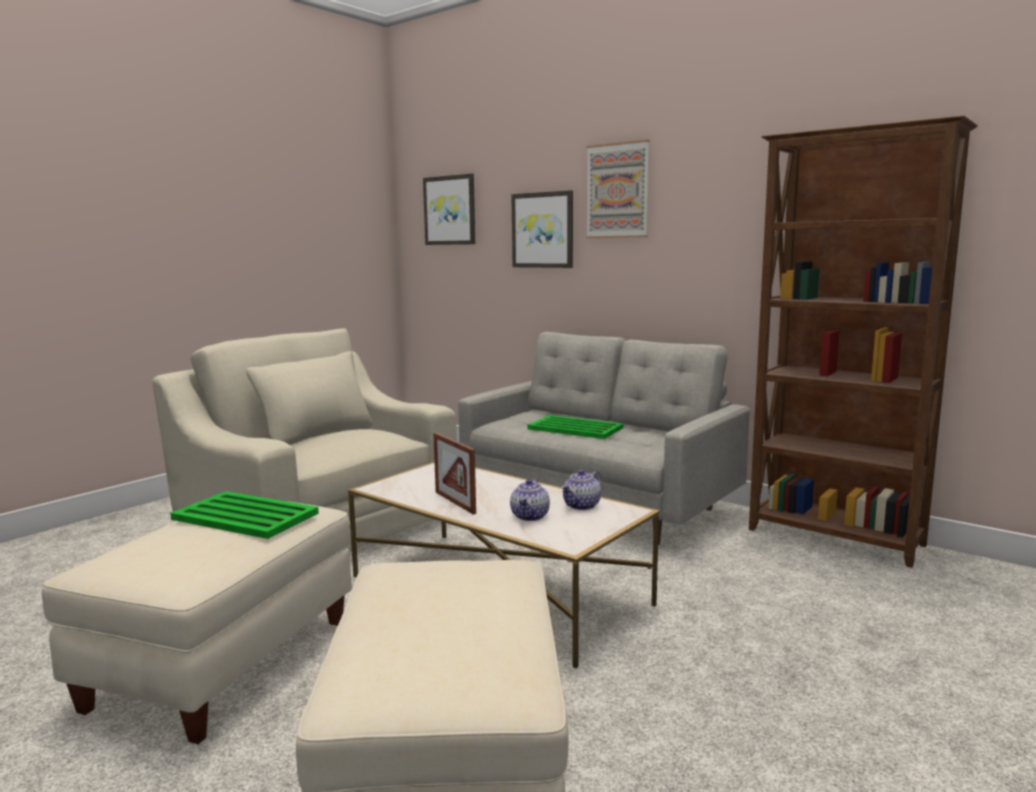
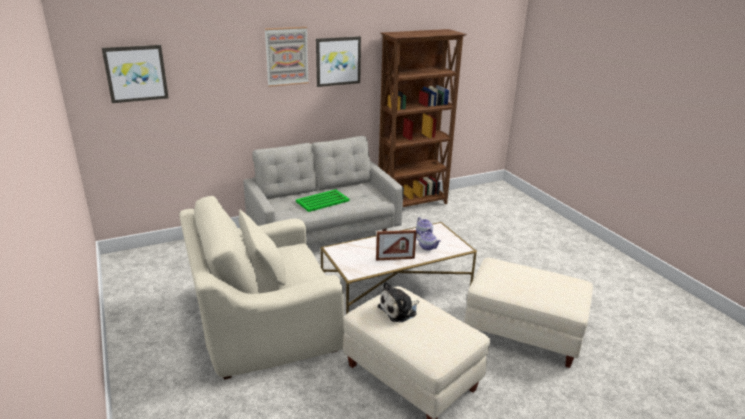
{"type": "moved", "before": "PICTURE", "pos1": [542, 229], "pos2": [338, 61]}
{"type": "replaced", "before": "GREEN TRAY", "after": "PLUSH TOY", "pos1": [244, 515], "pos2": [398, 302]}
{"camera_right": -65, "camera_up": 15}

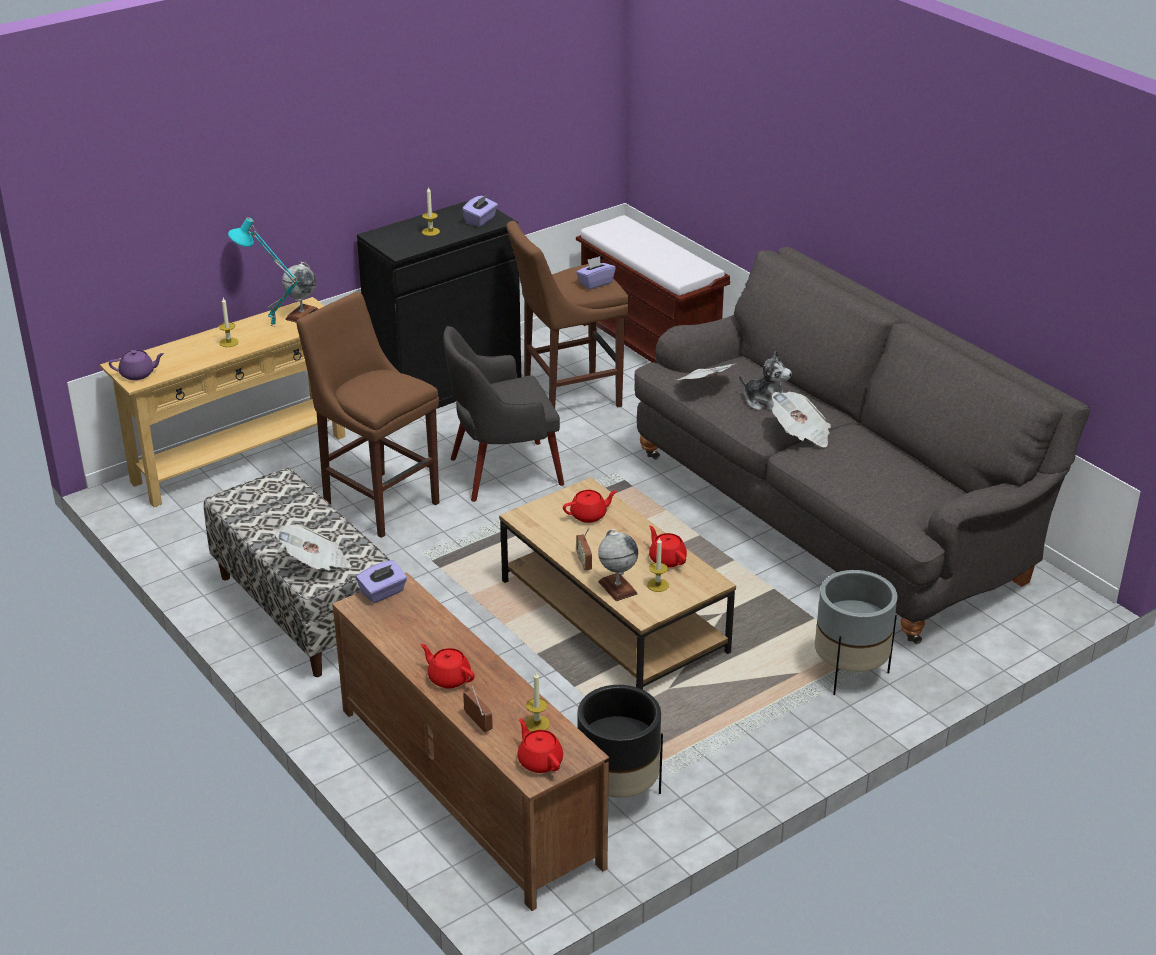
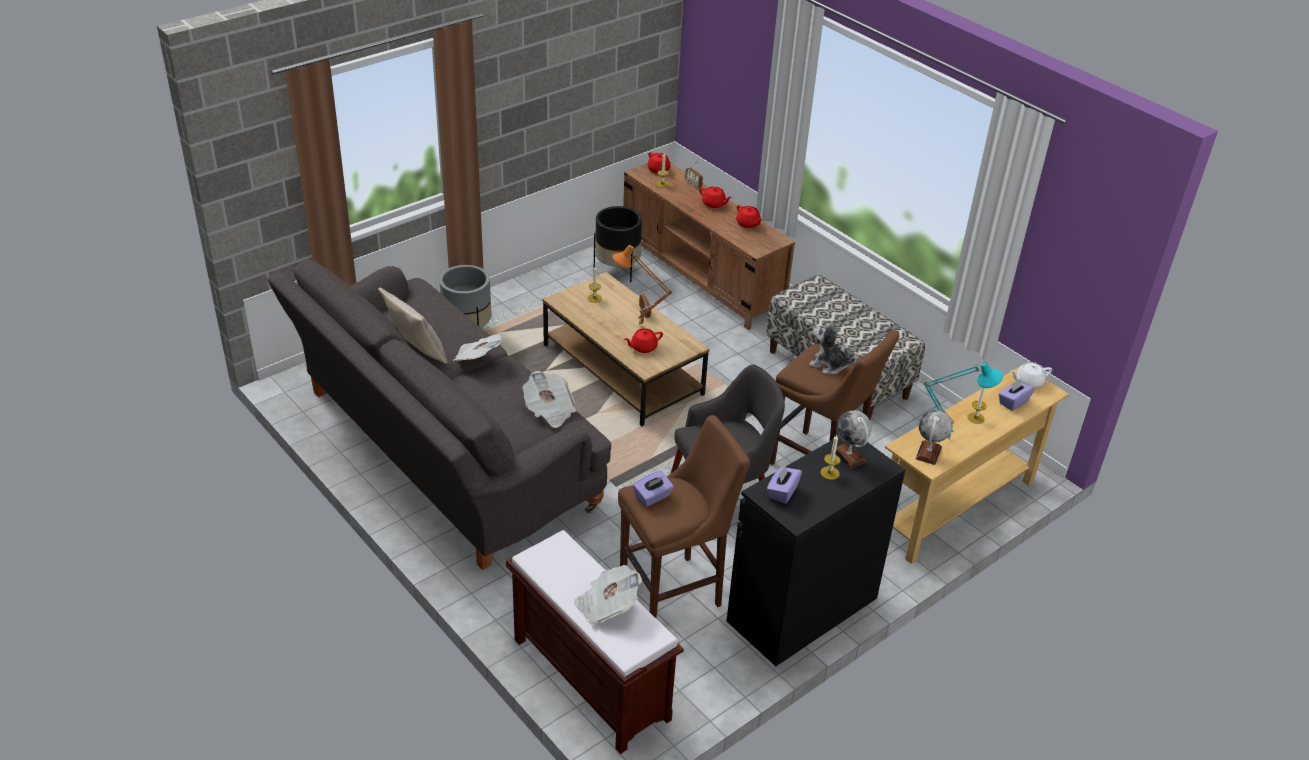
{"type": "recoloured", "before": "PURPLE TEAPOT", "after": "WHITE TEAPOT", "pos1": [137, 365], "pos2": [1031, 375]}
{"type": "moved", "before": "PLUSH TOY", "pos1": [765, 381], "pos2": [832, 348]}
{"type": "moved", "before": "NEWSPAPER", "pos1": [313, 548], "pos2": [608, 595]}
{"type": "moved", "before": "RED TEAPOT", "pos1": [668, 546], "pos2": [749, 216]}
{"type": "moved", "before": "GLOBE", "pos1": [618, 565], "pos2": [851, 440]}
{"type": "moved", "before": "PURPLE TISSUE BOX", "pos1": [381, 581], "pos2": [1016, 395]}
{"type": "added", "after": "ORANGE TABLE LAMP", "pos2": [642, 285]}
{"type": "added", "after": "BEIGE PILLOW", "pos2": [413, 325]}
{"camera_right": 175, "camera_up": 5}

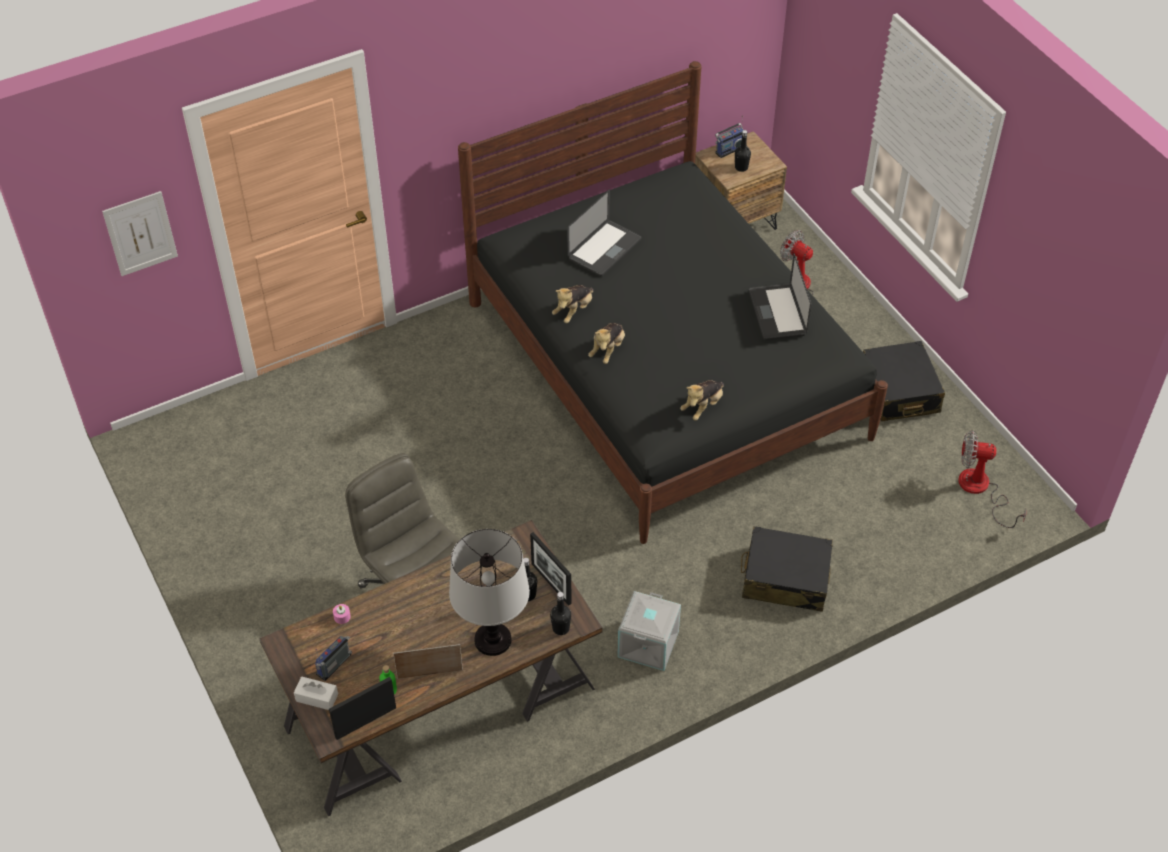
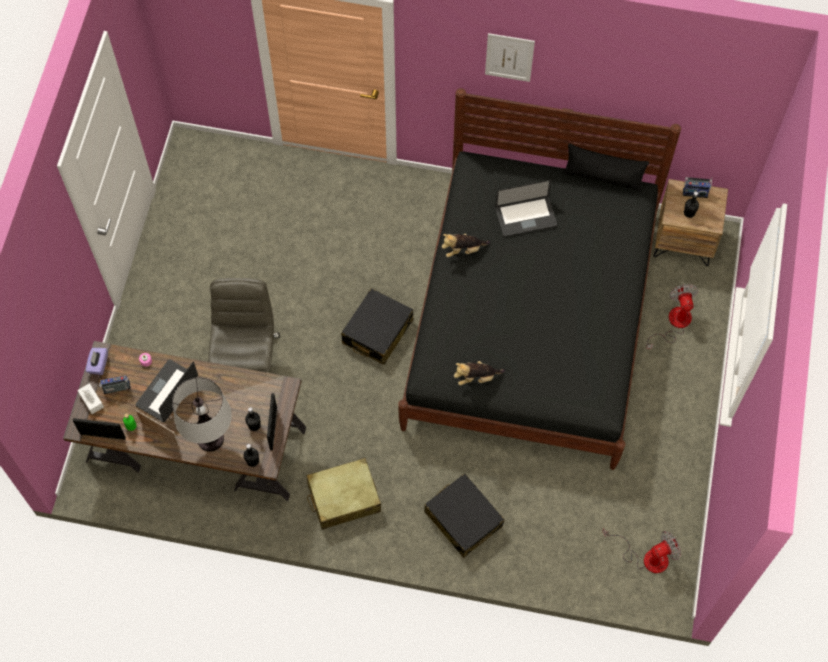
{"type": "moved", "before": "PICTURE", "pos1": [140, 233], "pos2": [510, 57]}
{"type": "moved", "before": "LAPTOP", "pos1": [780, 297], "pos2": [167, 390]}
{"type": "removed", "before": "PLUSH TOY", "pos1": [606, 343]}
{"type": "moved", "before": "BLACK SUITCASE", "pos1": [904, 381], "pos2": [377, 326]}
{"type": "turned", "before": "FAN", "pos1": [992, 479], "pos2": [642, 550], "turn": 105}
{"type": "replaced", "before": "GREY STORAGE BOX", "after": "BEIGE SUITCASE", "pos1": [649, 631], "pos2": [344, 494]}
{"type": "added", "after": "BLACK PILLOW", "pos2": [605, 168]}
{"type": "added", "after": "PURPLE TISSUE BOX", "pos2": [97, 361]}
{"camera_right": 40, "camera_up": 15}

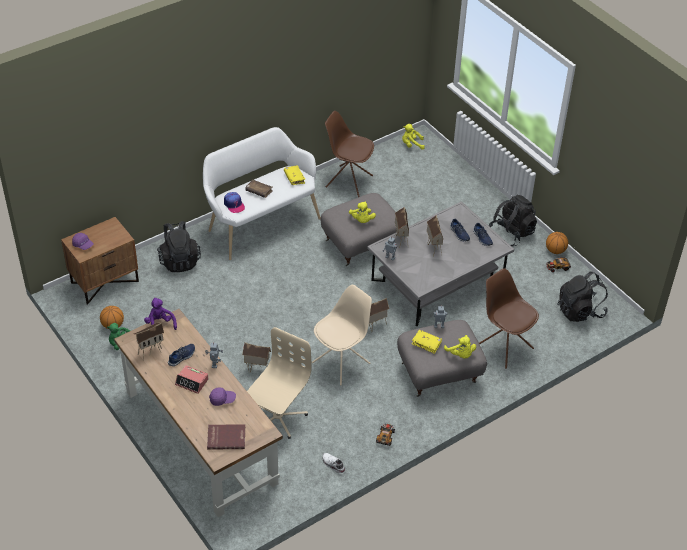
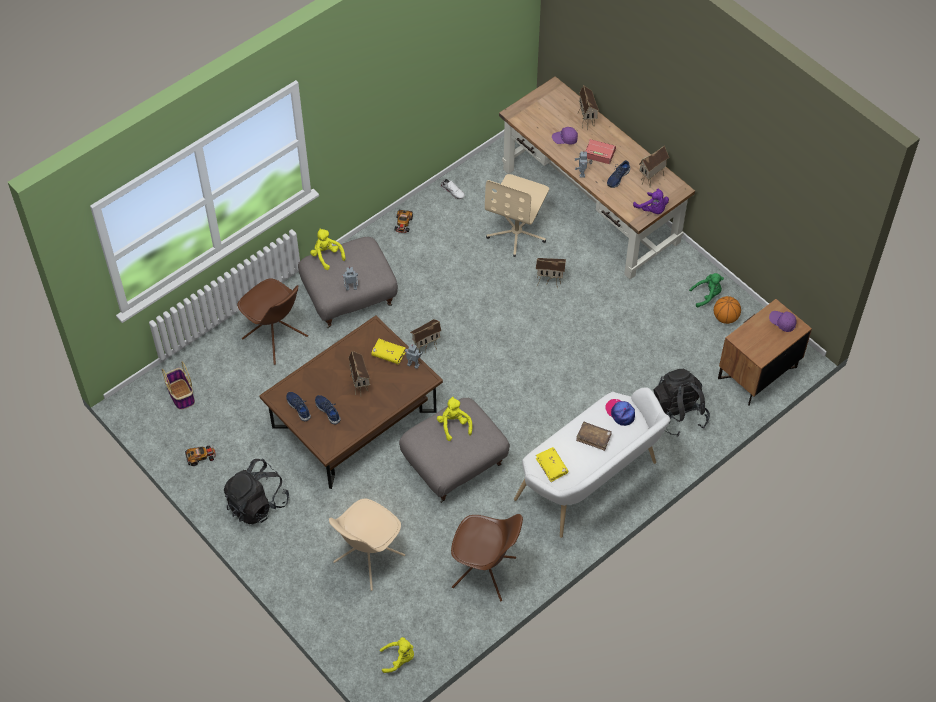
{"type": "recoloured", "before": "GREY COFFEE TABLE", "after": "BROWN COFFEE TABLE", "pos1": [440, 263], "pos2": [351, 402]}
{"type": "moved", "before": "TOY HOUSE", "pos1": [402, 227], "pos2": [588, 107]}
{"type": "removed", "before": "BASKETBALL", "pos1": [557, 243]}
{"type": "replaced", "before": "BLACK BACKPACK", "after": "BASKET", "pos1": [582, 297], "pos2": [178, 385]}
{"type": "moved", "before": "BEIGE CHAIR", "pos1": [342, 335], "pos2": [367, 545]}
{"type": "moved", "before": "YELLOW BOOK", "pos1": [427, 342], "pos2": [388, 351]}
{"type": "removed", "before": "RED BOOK", "pos1": [226, 437]}
{"camera_right": 175, "camera_up": 10}

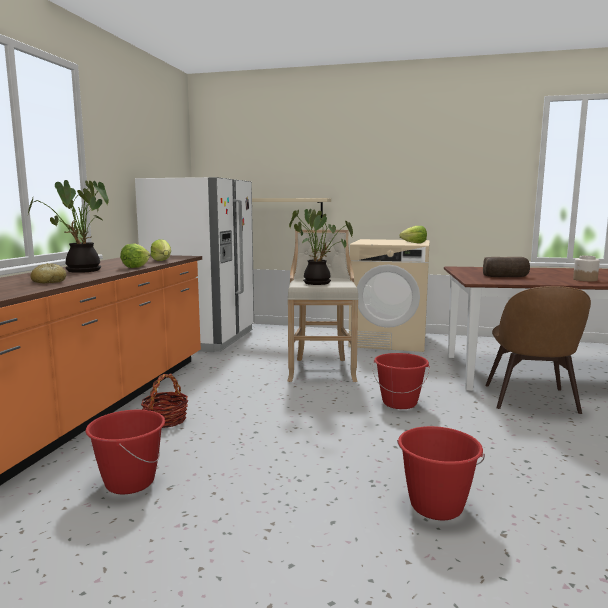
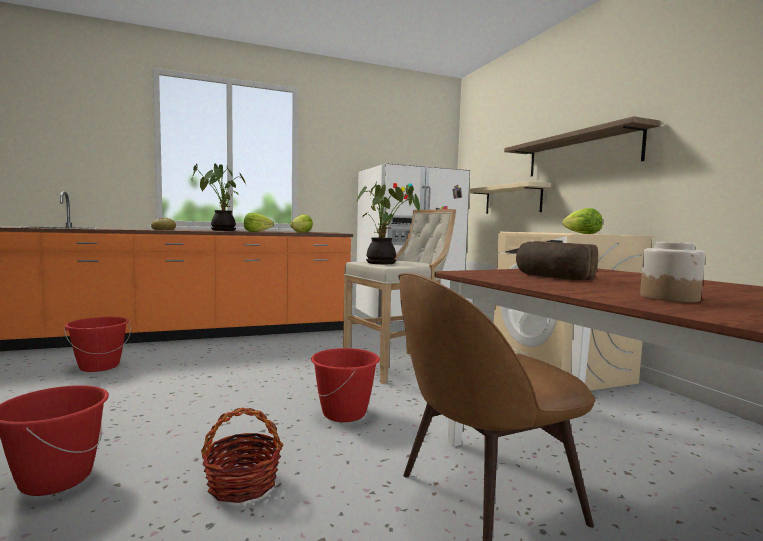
{"type": "moved", "before": "BASKET", "pos1": [164, 400], "pos2": [242, 455]}
{"type": "added", "after": "SHELF", "pos2": [582, 146]}
{"camera_right": 55, "camera_up": -5}

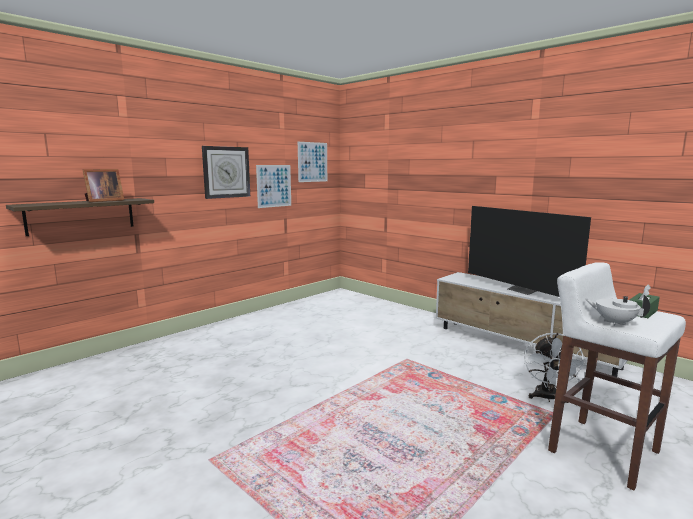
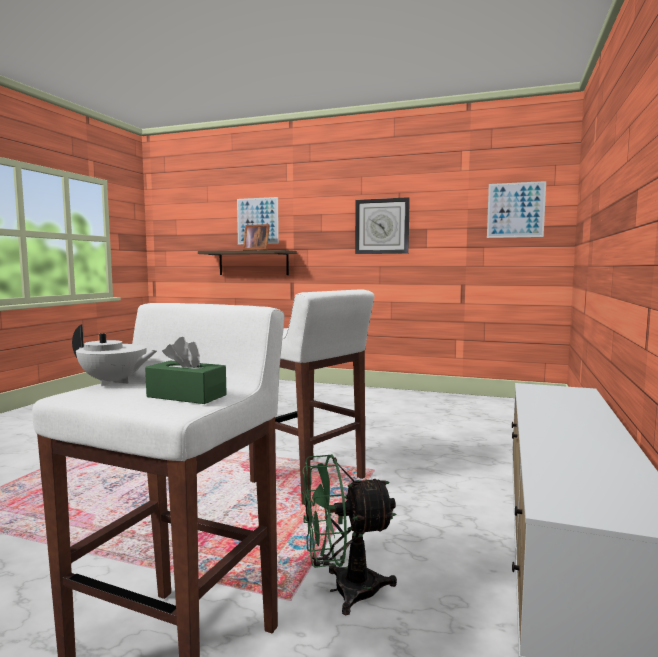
{"type": "moved", "before": "PICTURE", "pos1": [273, 186], "pos2": [258, 220]}
{"type": "removed", "before": "TELEVISION", "pos1": [529, 251]}
{"type": "turned", "before": "WHITE TEAPOT", "pos1": [617, 310], "pos2": [115, 355], "turn": 90}
{"type": "recoloured", "before": "WHITE FAN", "after": "GREEN FAN", "pos1": [555, 368], "pos2": [349, 534]}
{"type": "added", "after": "WHITE STOOL", "pos2": [311, 397]}
{"camera_right": 65, "camera_up": -5}

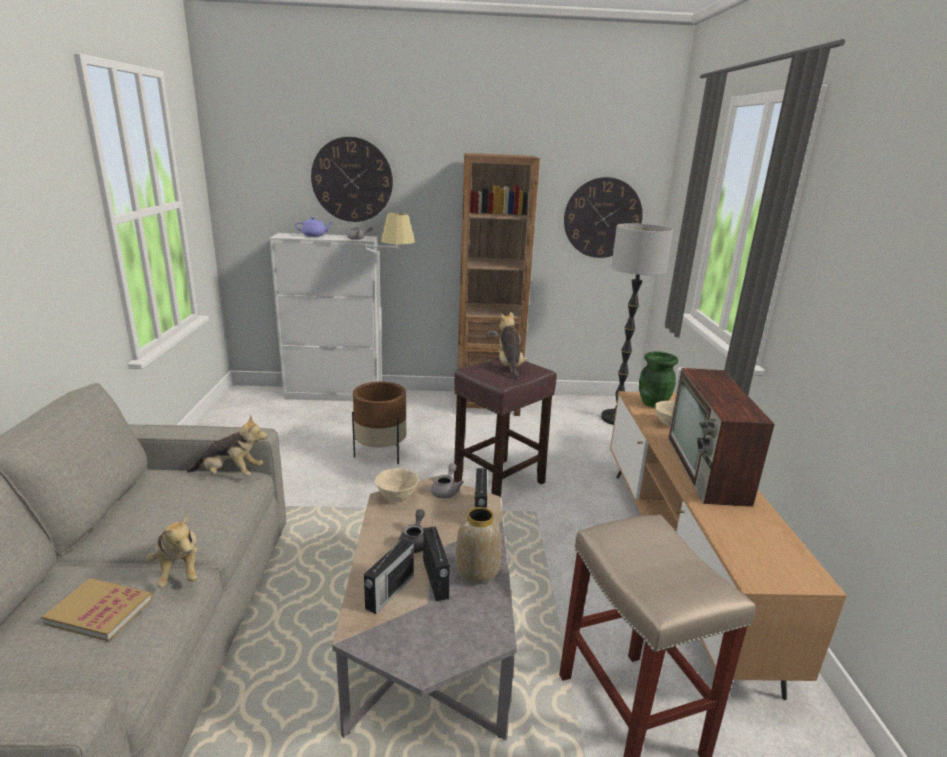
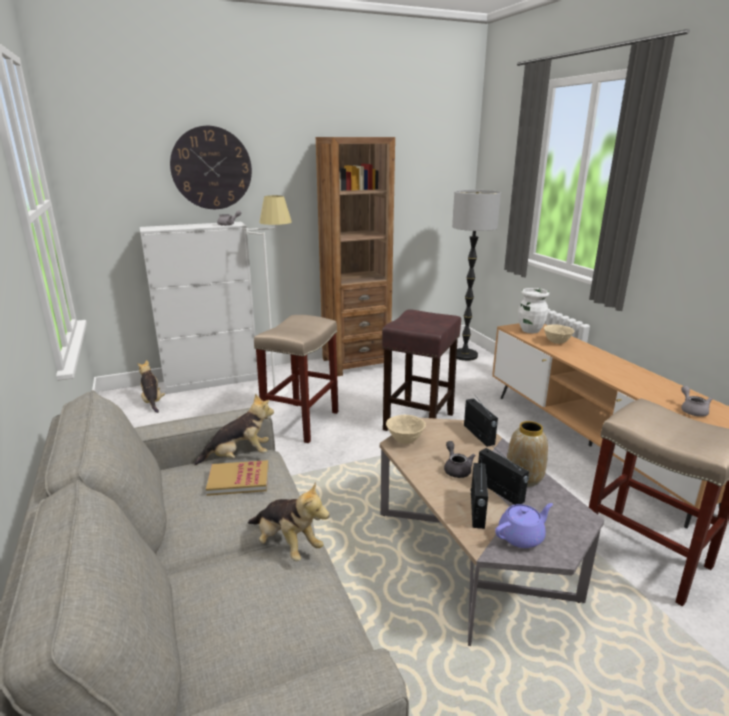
{"type": "removed", "before": "WALL CLOCK", "pos1": [603, 217]}
{"type": "moved", "before": "PURPLE TEAPOT", "pos1": [314, 227], "pos2": [524, 525]}
{"type": "moved", "before": "PLUSH TOY", "pos1": [513, 346], "pos2": [151, 386]}
{"type": "recoloured", "before": "GREEN VASE", "after": "WHITE VASE", "pos1": [658, 380], "pos2": [533, 310]}
{"type": "removed", "before": "TELEVISION", "pos1": [721, 437]}
{"type": "replaced", "before": "BROWN PLANTER", "after": "BEIGE STOOL", "pos1": [379, 423], "pos2": [296, 379]}
{"type": "moved", "before": "GREY TEAPOT", "pos1": [447, 481], "pos2": [697, 401]}
{"type": "moved", "before": "BOOK", "pos1": [97, 610], "pos2": [237, 478]}
{"camera_right": -20, "camera_up": 0}

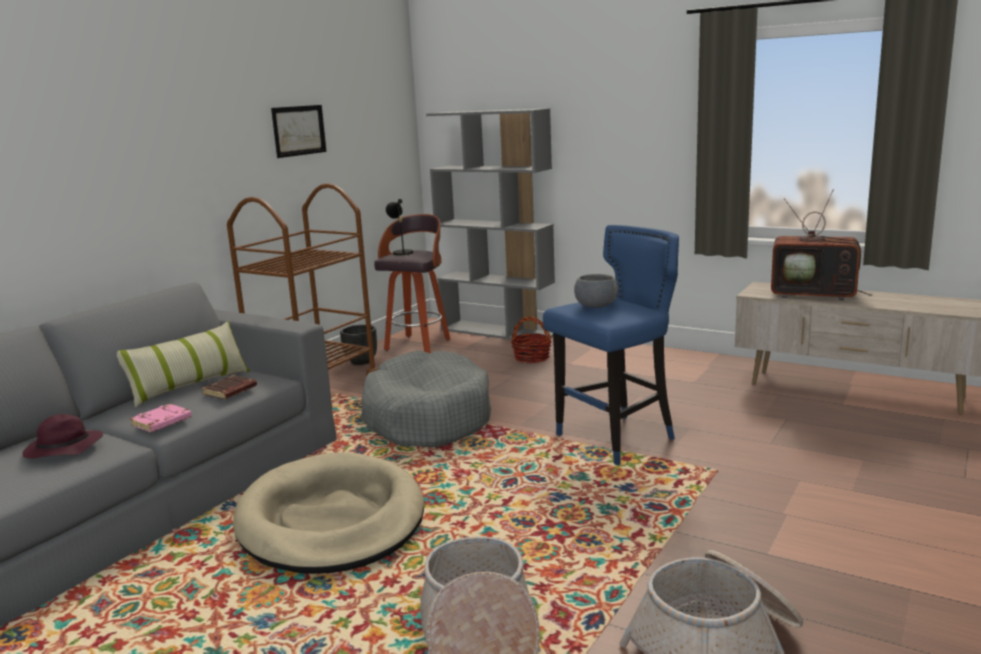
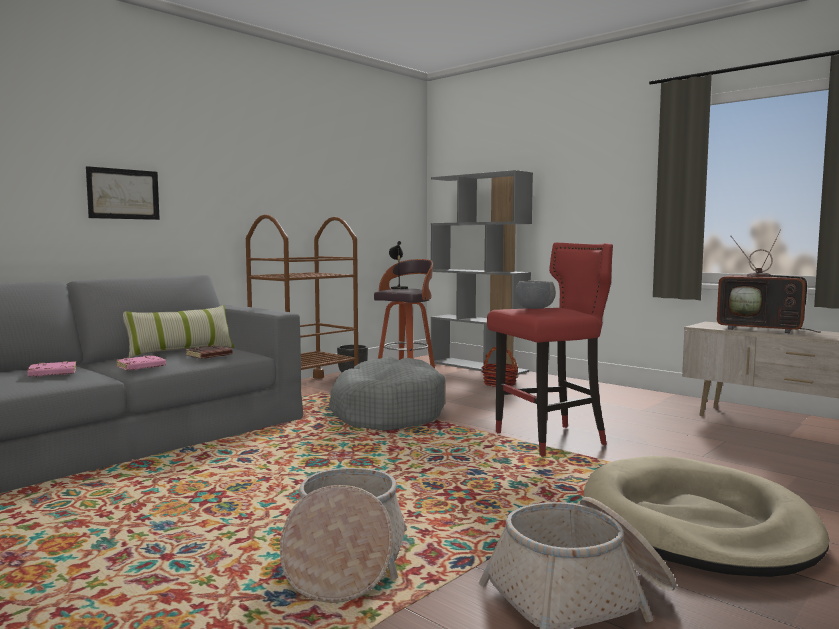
{"type": "moved", "before": "PICTURE", "pos1": [298, 131], "pos2": [123, 193]}
{"type": "recoloured", "before": "BLUE STOOL", "after": "RED STOOL", "pos1": [611, 345], "pos2": [550, 349]}
{"type": "replaced", "before": "PURPLE HAT", "after": "PINK BOOK", "pos1": [62, 436], "pos2": [52, 369]}
{"type": "moved", "before": "BEIGE DOG BED", "pos1": [328, 513], "pos2": [706, 516]}
{"camera_right": 10, "camera_up": -10}

